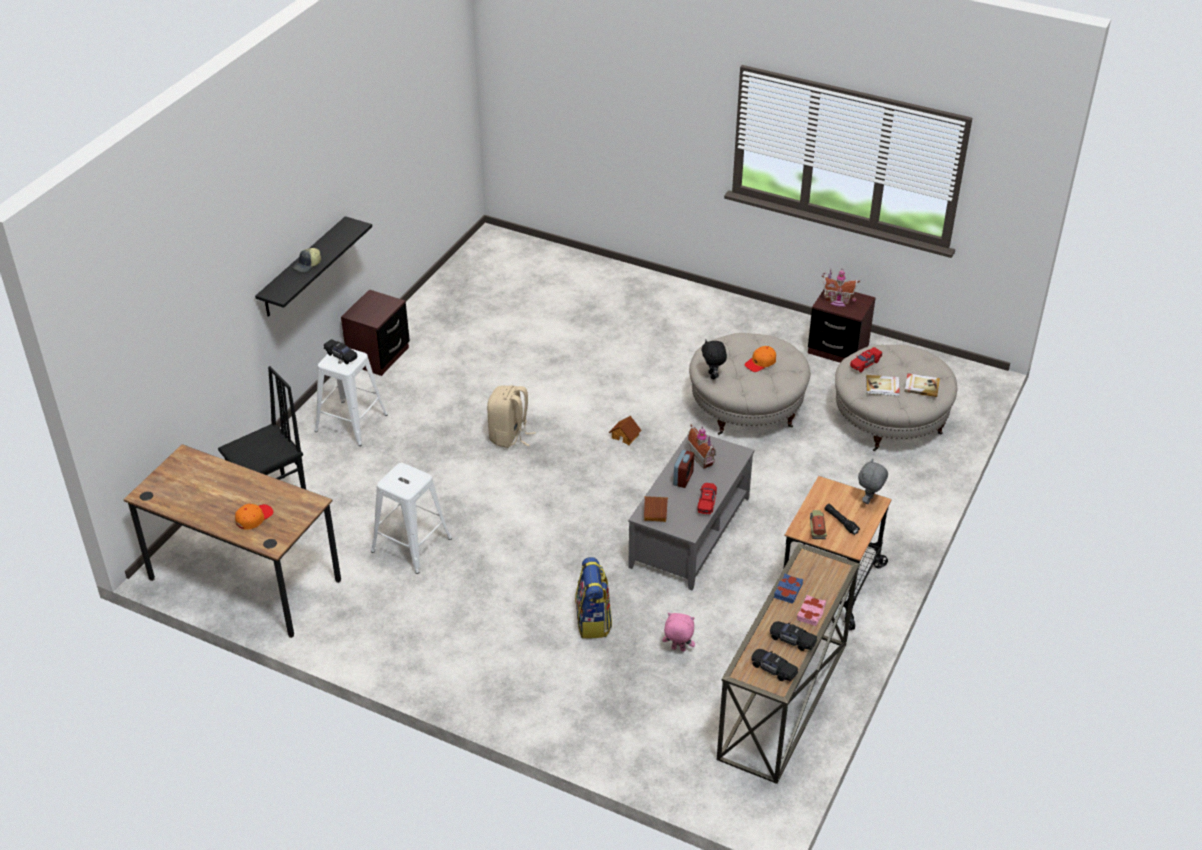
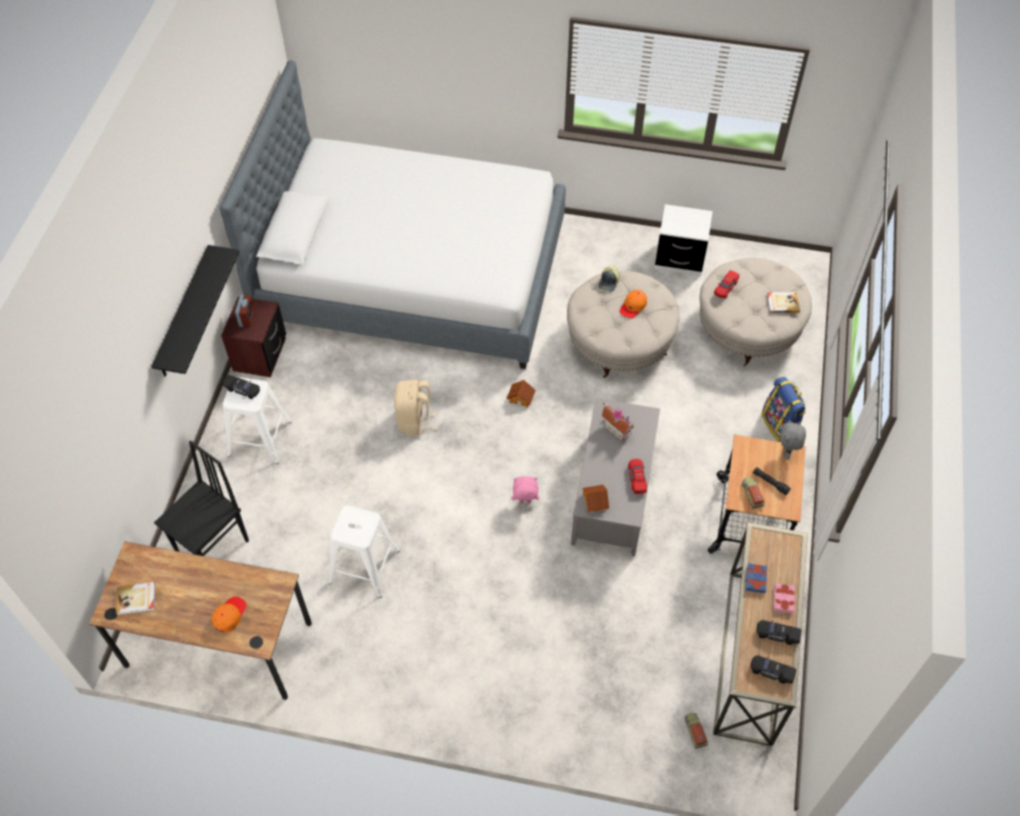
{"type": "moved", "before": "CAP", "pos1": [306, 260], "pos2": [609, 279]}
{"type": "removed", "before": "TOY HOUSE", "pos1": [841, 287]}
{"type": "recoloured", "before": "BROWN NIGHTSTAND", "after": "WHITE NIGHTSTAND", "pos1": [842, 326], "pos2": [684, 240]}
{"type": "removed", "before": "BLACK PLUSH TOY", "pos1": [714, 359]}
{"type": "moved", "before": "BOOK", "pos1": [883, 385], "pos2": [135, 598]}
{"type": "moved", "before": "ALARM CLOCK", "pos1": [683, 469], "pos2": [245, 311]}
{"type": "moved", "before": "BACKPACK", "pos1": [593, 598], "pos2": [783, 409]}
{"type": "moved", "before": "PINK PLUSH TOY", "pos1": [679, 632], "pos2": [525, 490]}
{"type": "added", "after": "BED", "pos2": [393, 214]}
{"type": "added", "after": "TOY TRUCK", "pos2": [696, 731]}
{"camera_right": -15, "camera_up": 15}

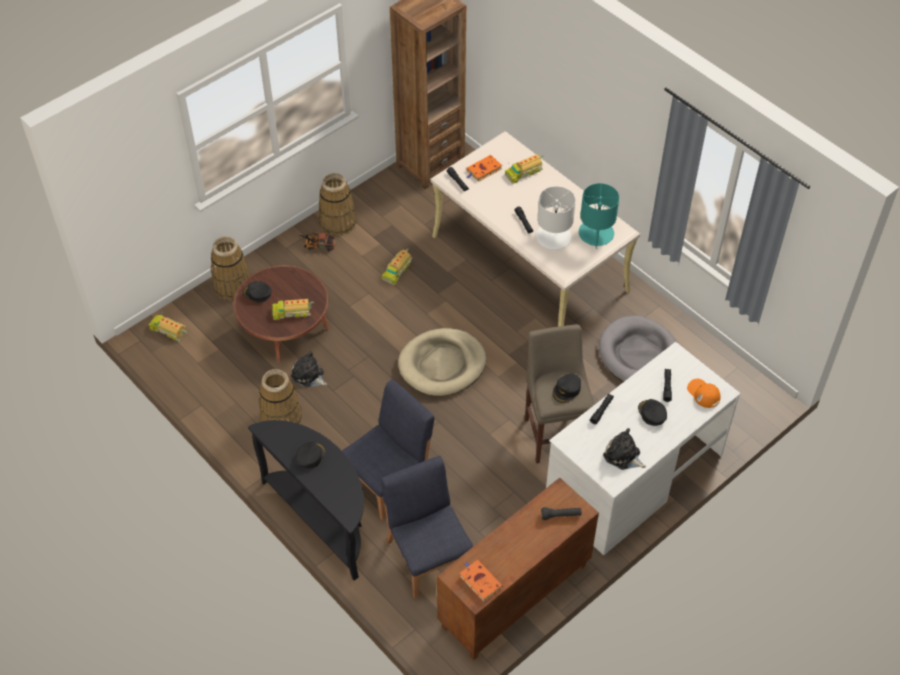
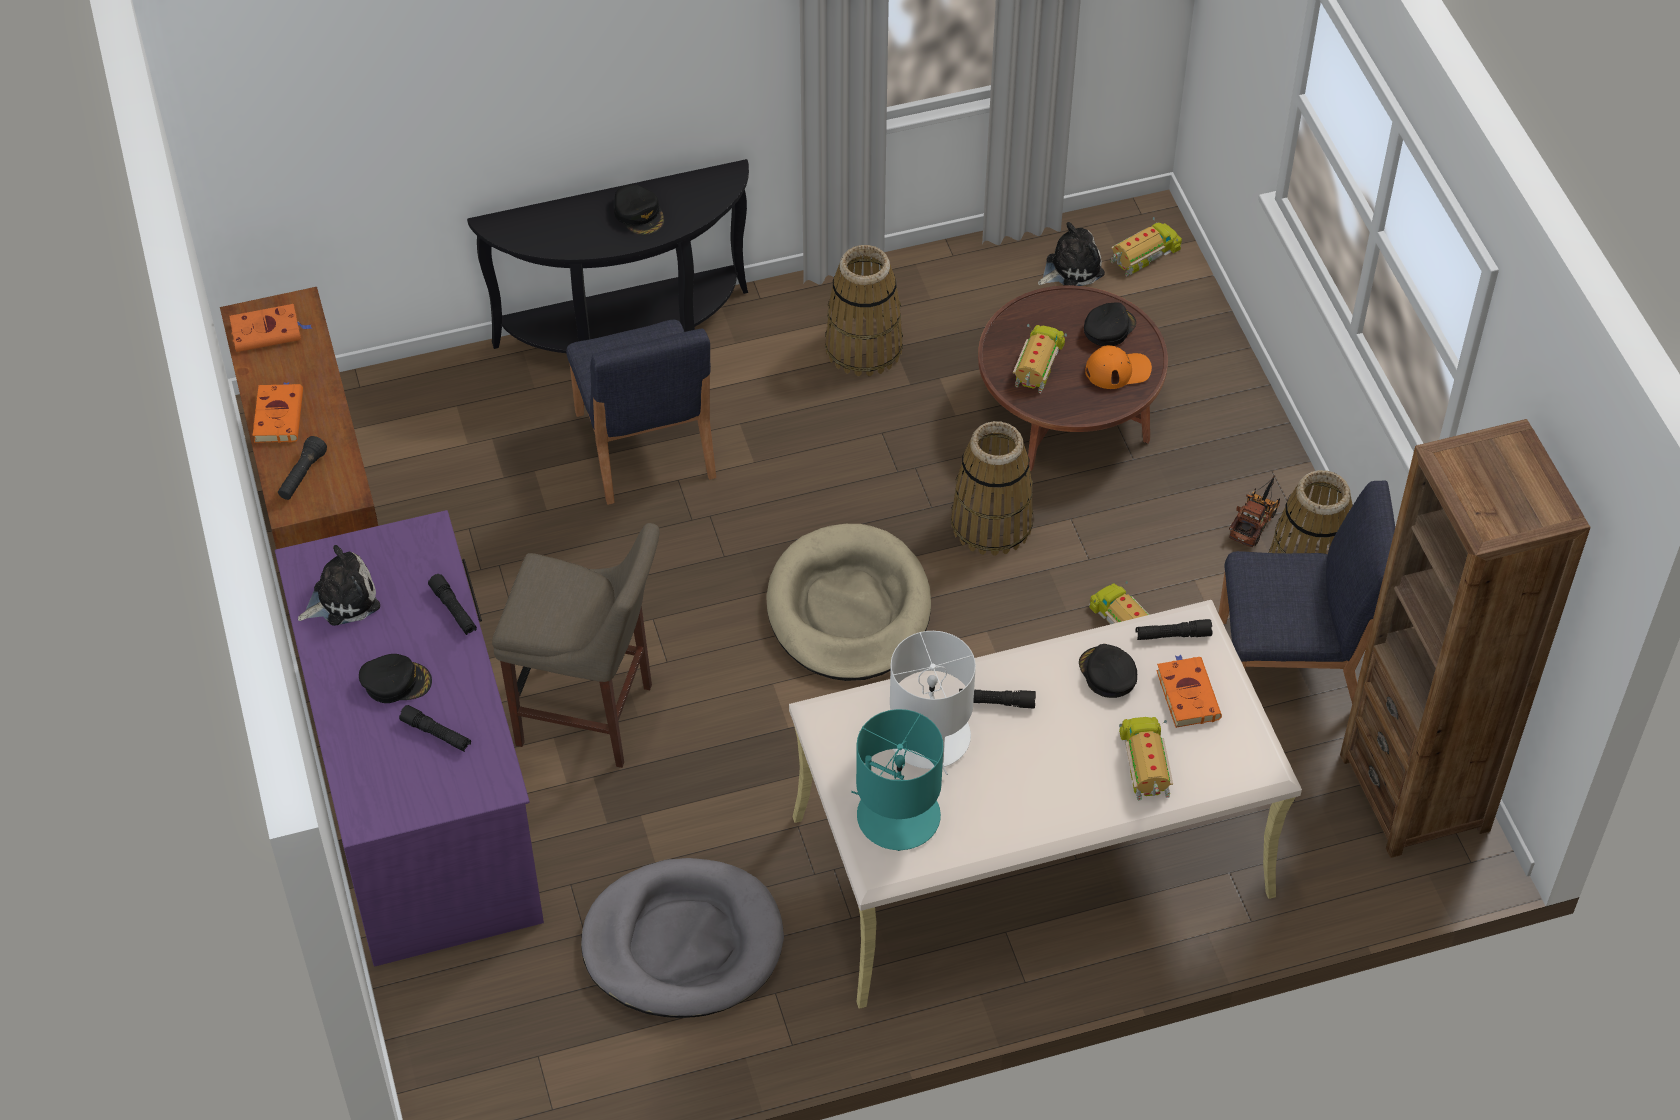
{"type": "moved", "before": "BASKET", "pos1": [230, 268], "pos2": [992, 488]}
{"type": "recoloured", "before": "WHITE DESK", "after": "PURPLE DESK", "pos1": [643, 448], "pos2": [409, 738]}
{"type": "moved", "before": "PLUSH TOY", "pos1": [309, 369], "pos2": [1071, 254]}
{"type": "moved", "before": "BLACK CAP", "pos1": [567, 388], "pos2": [1108, 671]}
{"type": "moved", "before": "ORANGE CAP", "pos1": [704, 393], "pos2": [1118, 367]}
{"type": "moved", "before": "BLUE CHAIR", "pos1": [427, 527], "pos2": [1307, 591]}
{"type": "added", "after": "ORANGE BOOK", "pos2": [278, 412]}
{"camera_right": 115, "camera_up": 0}

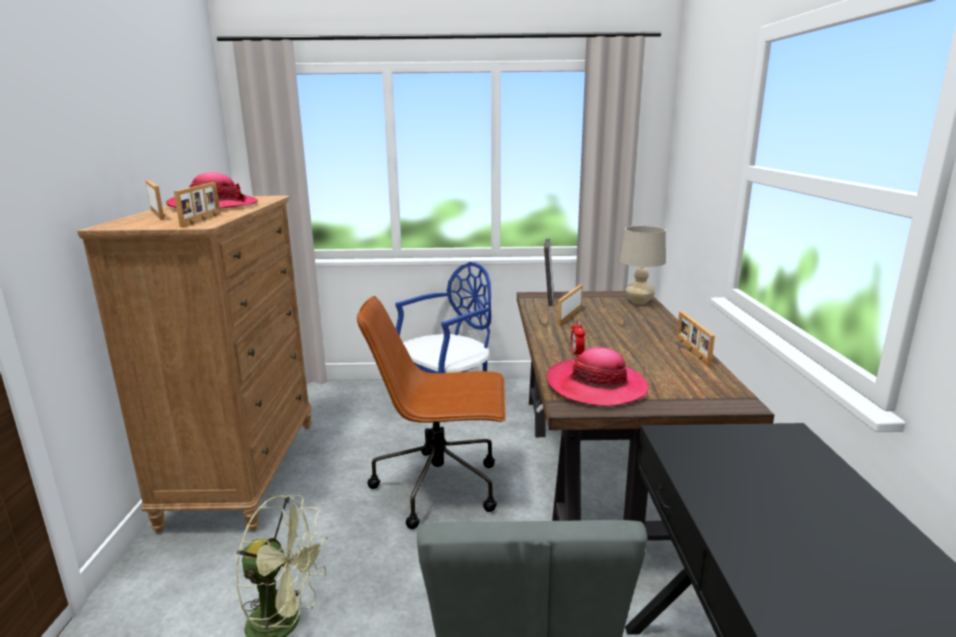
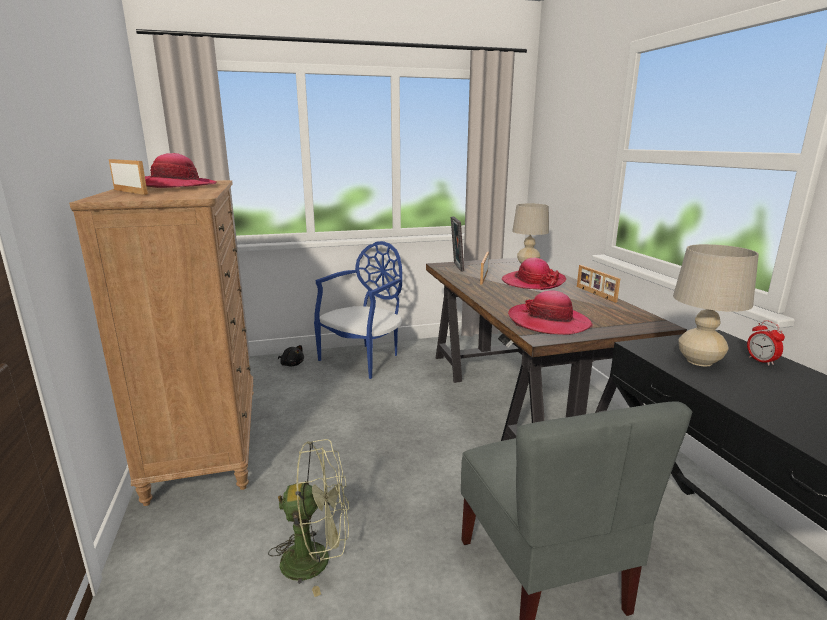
{"type": "removed", "before": "PICTURE FRAME", "pos1": [197, 204]}
{"type": "removed", "before": "BROWN OFFICE CHAIR", "pos1": [431, 412]}
{"type": "moved", "before": "ALARM CLOCK", "pos1": [578, 338], "pos2": [766, 343]}
{"type": "added", "after": "BEIGE TABLE LAMP", "pos2": [716, 305]}
{"type": "added", "after": "HAT", "pos2": [534, 274]}
{"type": "added", "after": "BLACK PLUSH TOY", "pos2": [291, 355]}
{"camera_right": -15, "camera_up": 0}

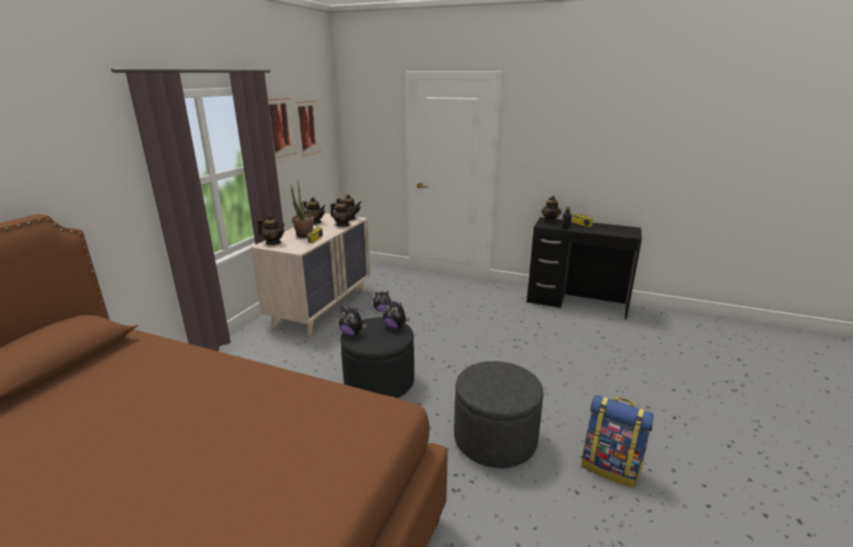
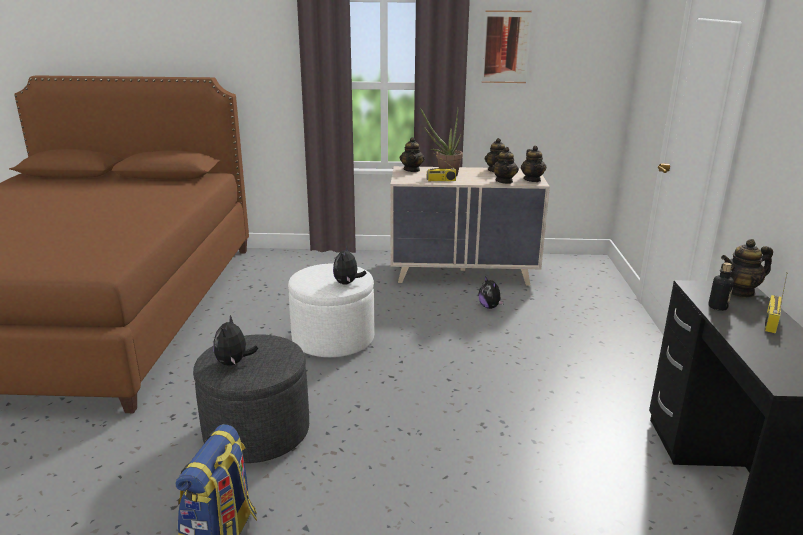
{"type": "removed", "before": "PICTURE", "pos1": [309, 128]}
{"type": "moved", "before": "PLUSH TOY", "pos1": [353, 321], "pos2": [235, 340]}
{"type": "recoloured", "before": "BLACK OTTOMAN", "after": "WHITE OTTOMAN", "pos1": [377, 357], "pos2": [331, 310]}
{"camera_right": 70, "camera_up": 0}

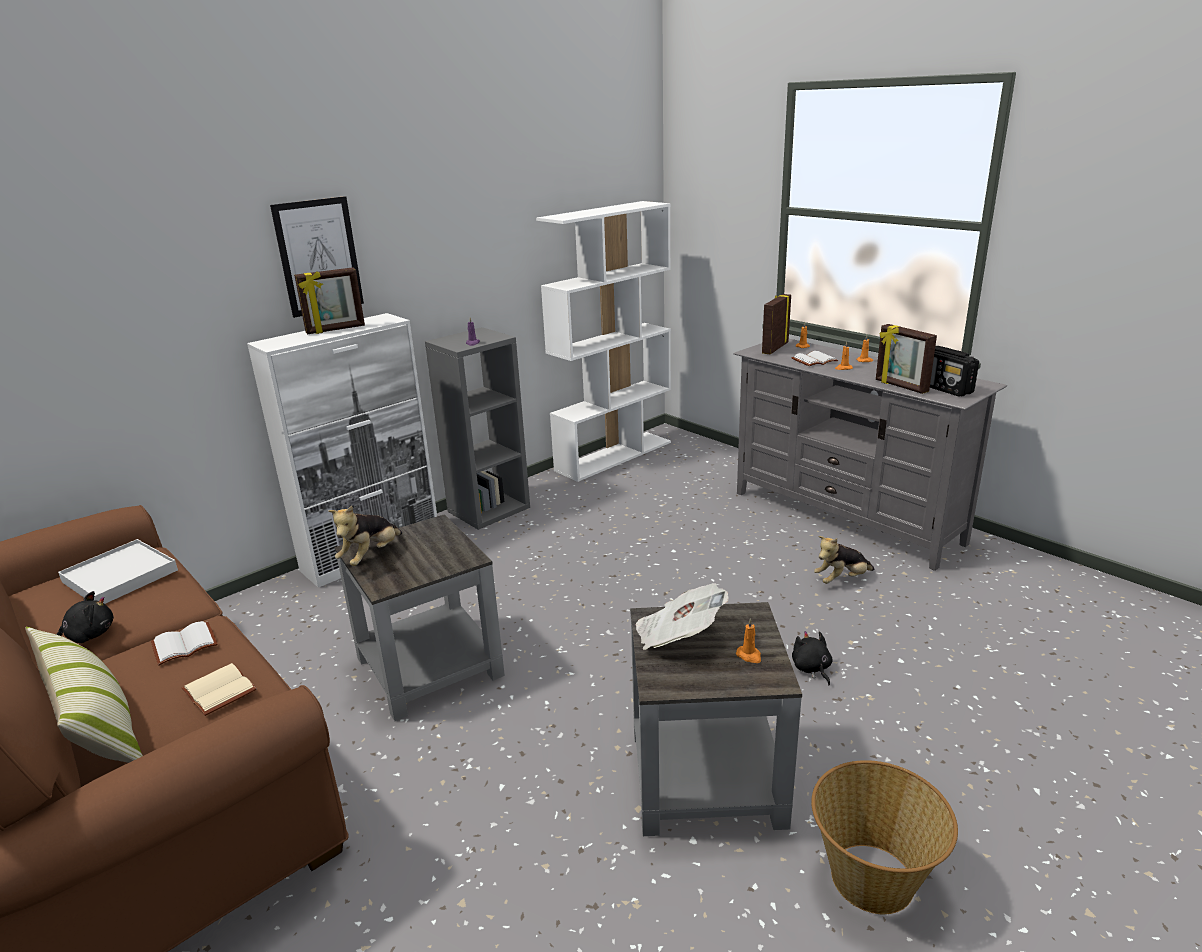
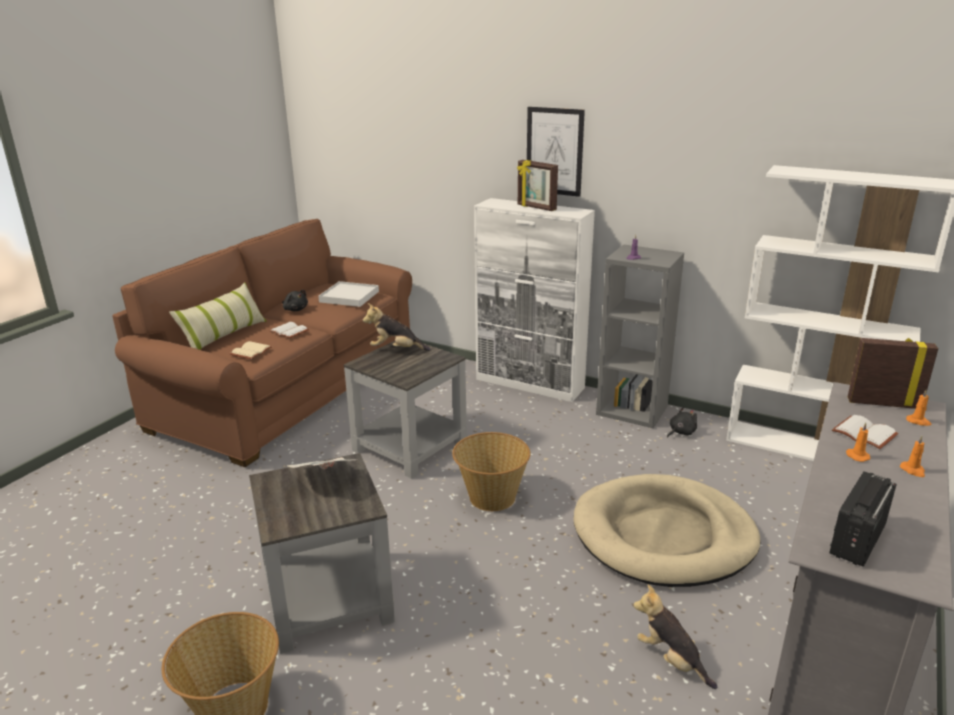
{"type": "removed", "before": "PICTURE FRAME", "pos1": [906, 359]}
{"type": "removed", "before": "ORANGE CANDLE", "pos1": [748, 640]}
{"type": "moved", "before": "BLACK PLUSH TOY", "pos1": [812, 658], "pos2": [682, 422]}
{"type": "added", "after": "BASKET", "pos2": [491, 471]}
{"type": "added", "after": "BEIGE DOG BED", "pos2": [666, 530]}
{"camera_right": 70, "camera_up": 0}

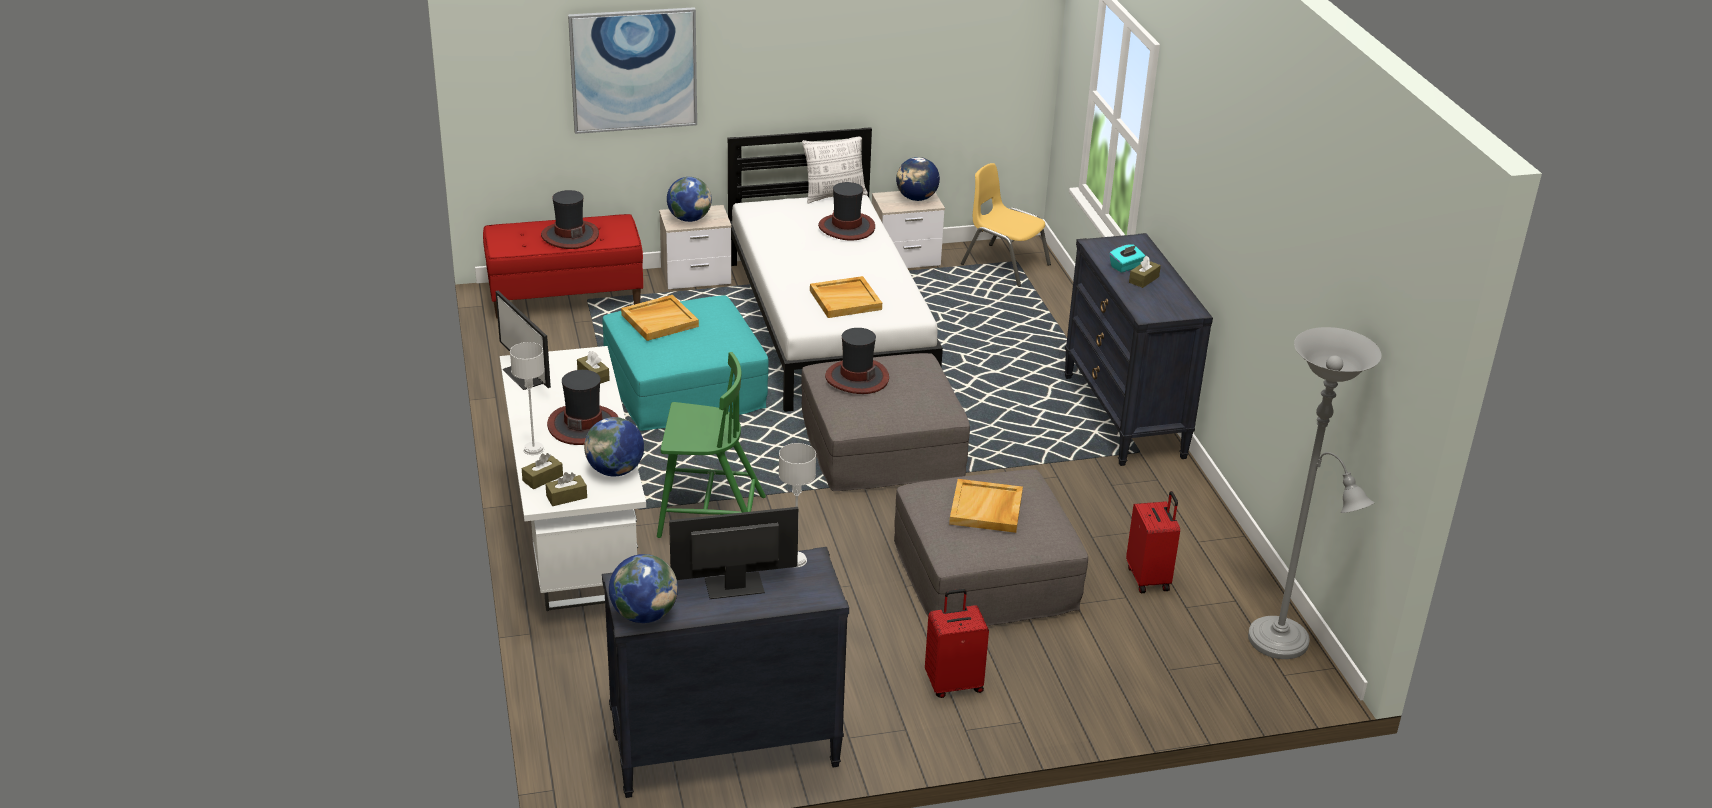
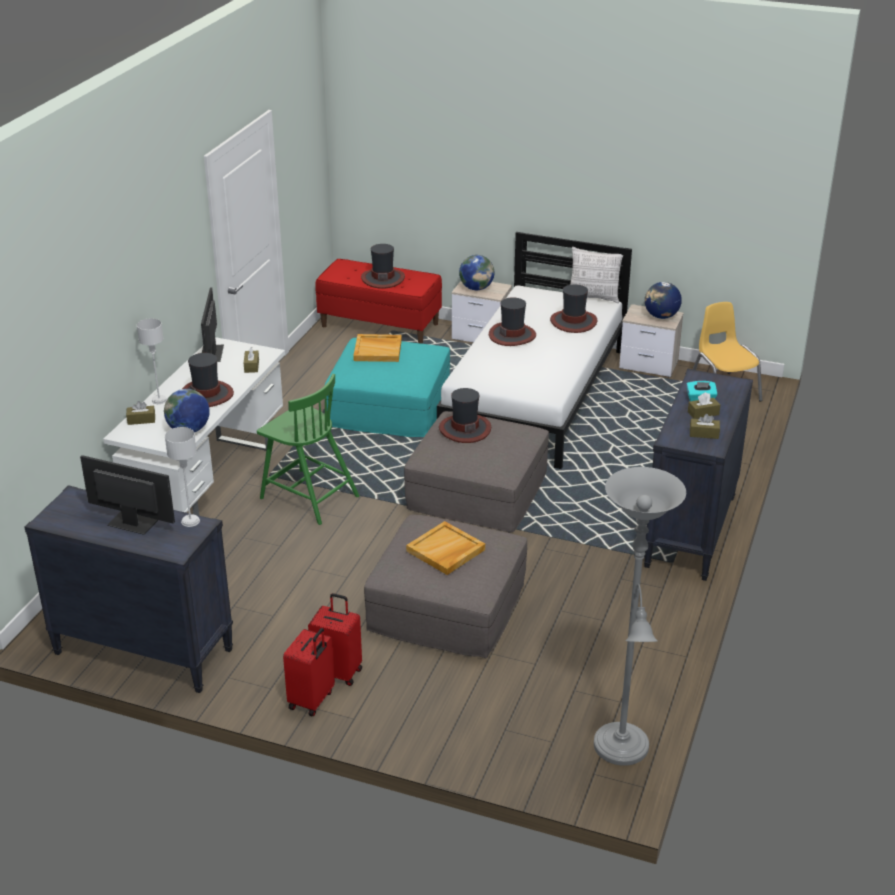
{"type": "removed", "before": "PICTURE", "pos1": [632, 70]}
{"type": "removed", "before": "BEIGE TRAY", "pos1": [846, 297]}
{"type": "moved", "before": "BROWN TISSUE BOX", "pos1": [566, 489], "pos2": [705, 426]}
{"type": "moved", "before": "RED SUITCASE", "pos1": [1153, 542], "pos2": [309, 672]}
{"type": "removed", "before": "GLOBE", "pos1": [643, 588]}
{"type": "added", "after": "HAT", "pos2": [512, 321]}
{"camera_right": 35, "camera_up": 0}

